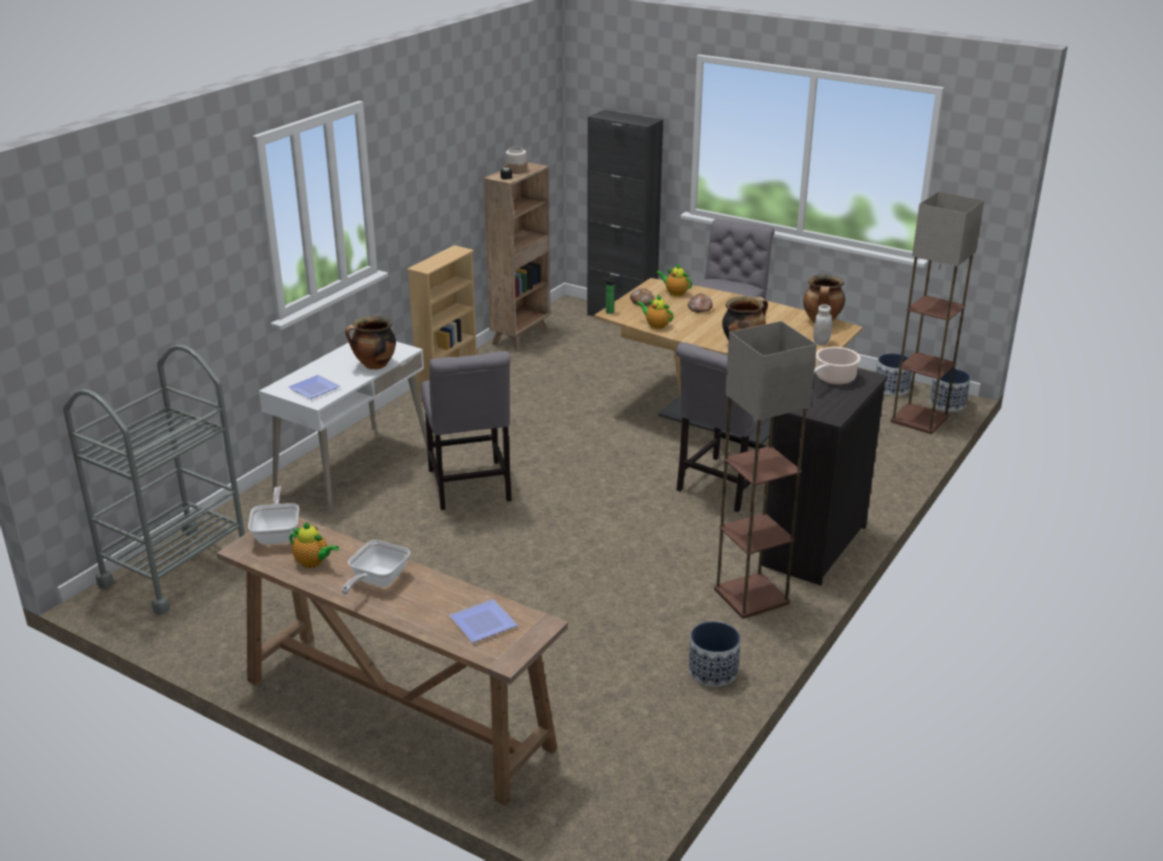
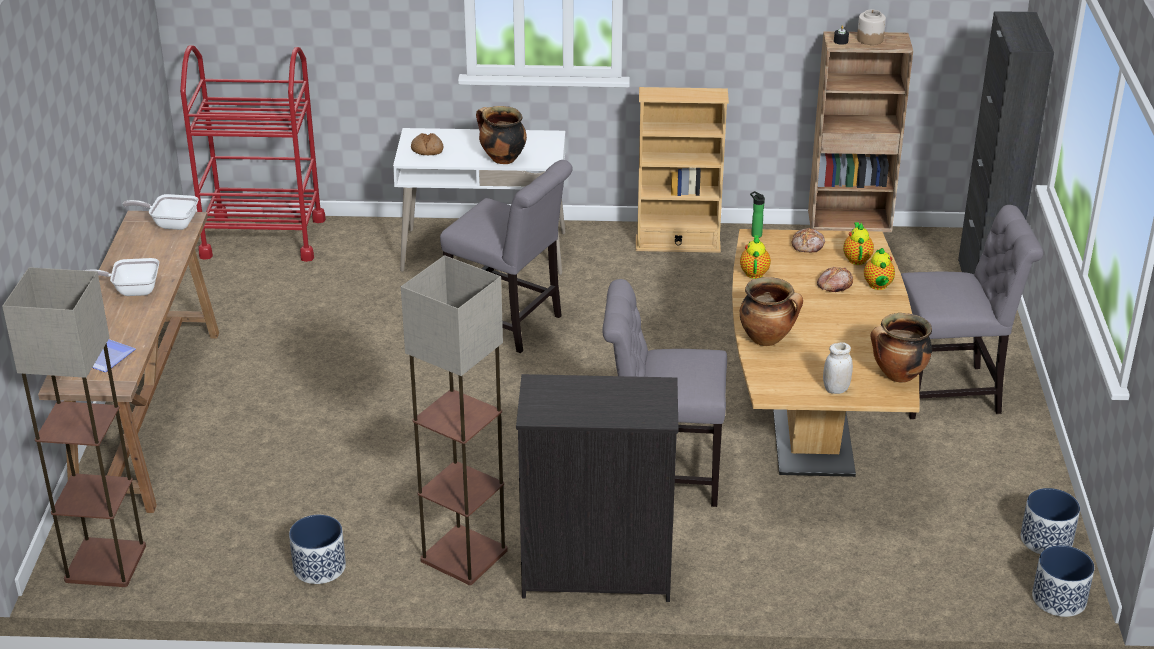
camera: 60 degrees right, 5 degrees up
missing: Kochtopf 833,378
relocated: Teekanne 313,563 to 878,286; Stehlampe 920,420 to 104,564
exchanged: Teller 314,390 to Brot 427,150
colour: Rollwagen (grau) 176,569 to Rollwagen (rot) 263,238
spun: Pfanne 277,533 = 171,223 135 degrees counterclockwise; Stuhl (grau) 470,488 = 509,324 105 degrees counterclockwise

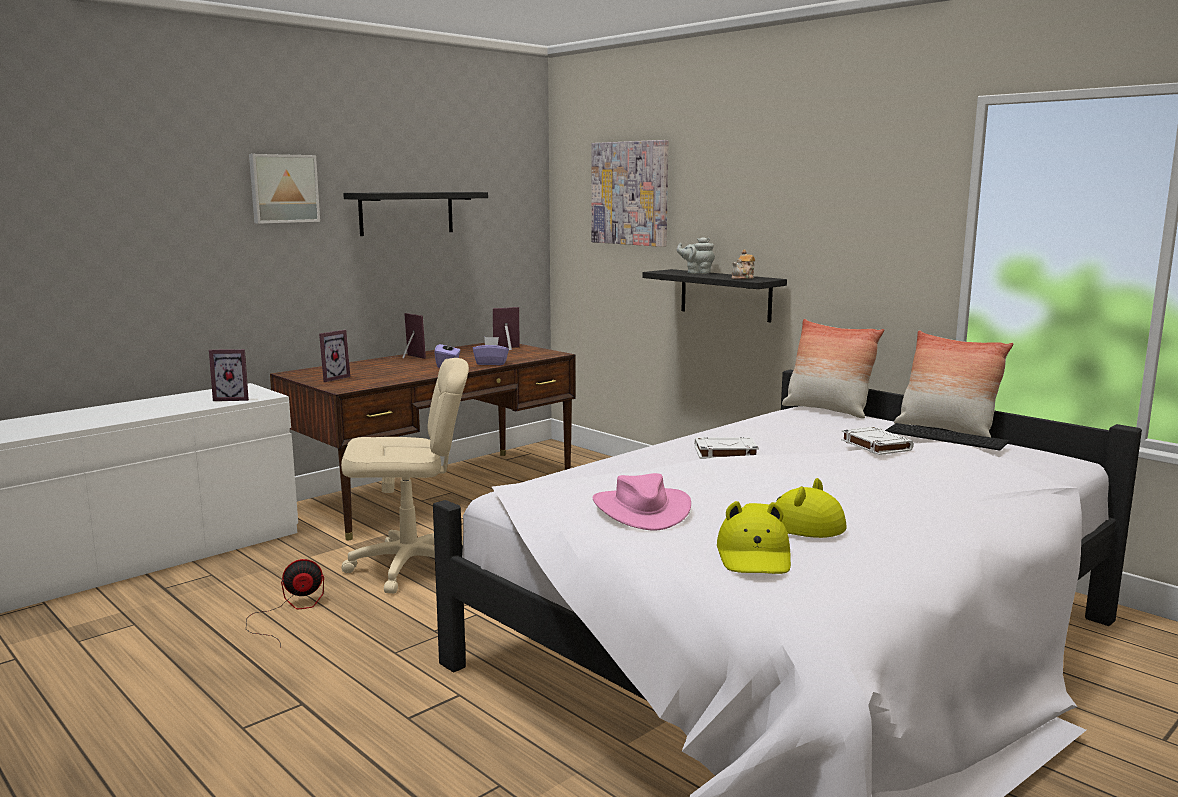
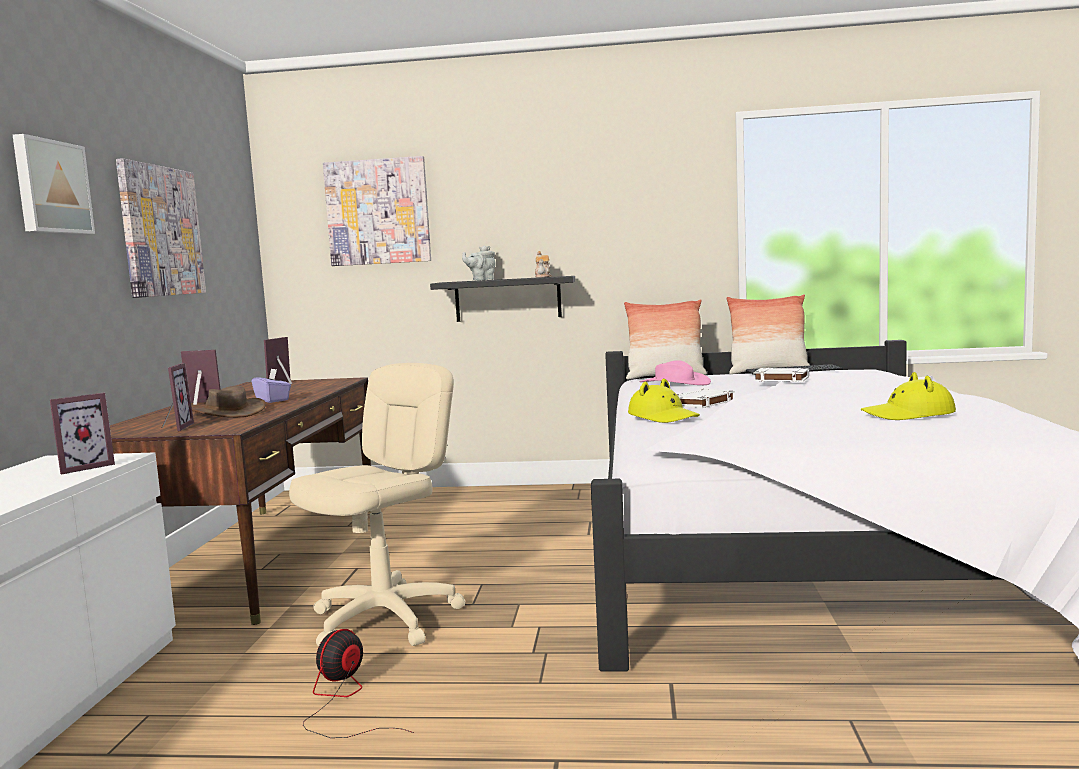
camera: 40 degrees left, 5 degrees down
missing: Taschentuchbox (lila) 491,363
appeared: Hut (braun) 226,413
relocated: Hut (rosa) 641,510 to 674,383; Hut (gelb) 755,556 to 663,417
exchanged: Wandregal (schwarz) 406,213 to Bild 160,231

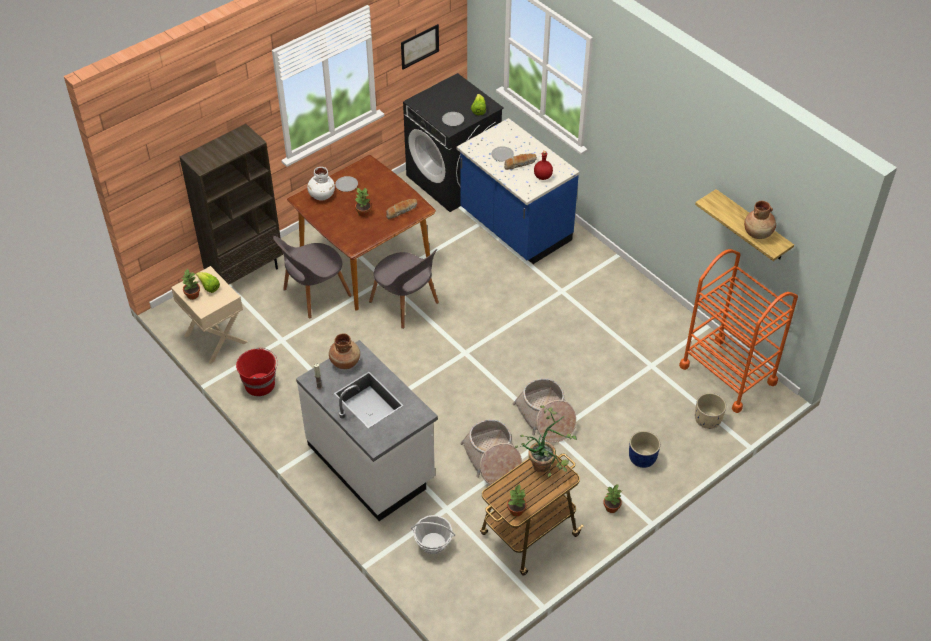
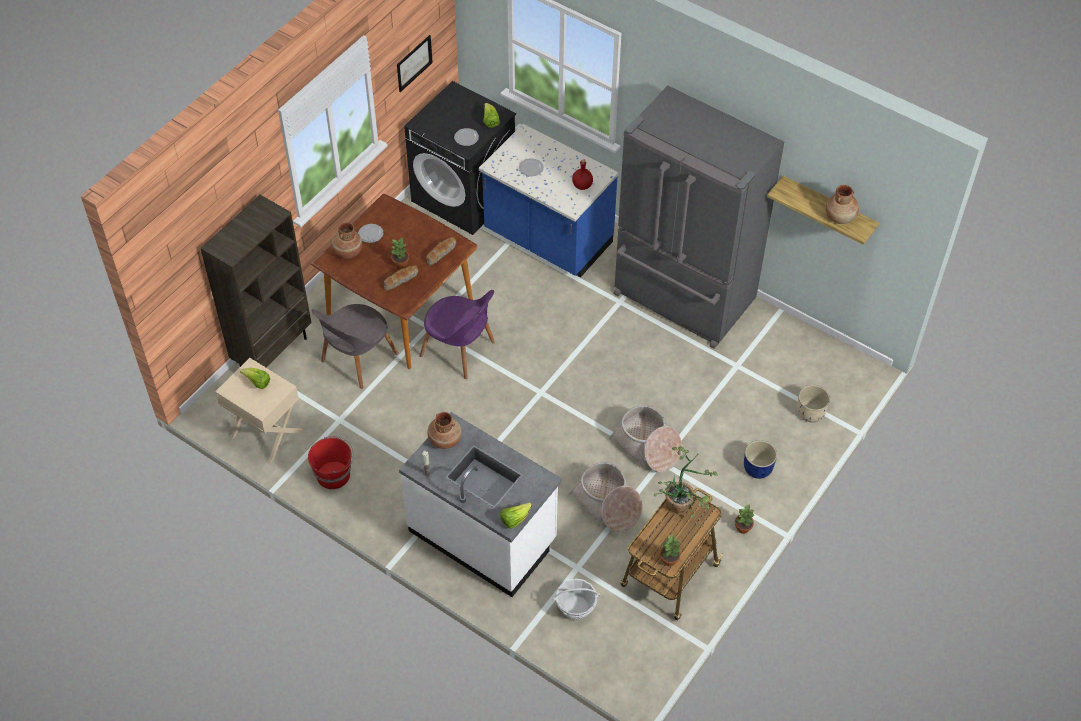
camera: 15 degrees left, 5 degrees up
missing: Topfpflanze 192,295; Rollwagen (orange) 728,374
appeared: Salatkopf 515,519; Kühlschrank (grau) 682,299
relocated: Brot 519,164 to 400,280
colour: Vase (weiß) 321,195 to Vase (braun) 347,252; Stuhl (grau) 405,304 to Stuhl (lila) 460,351

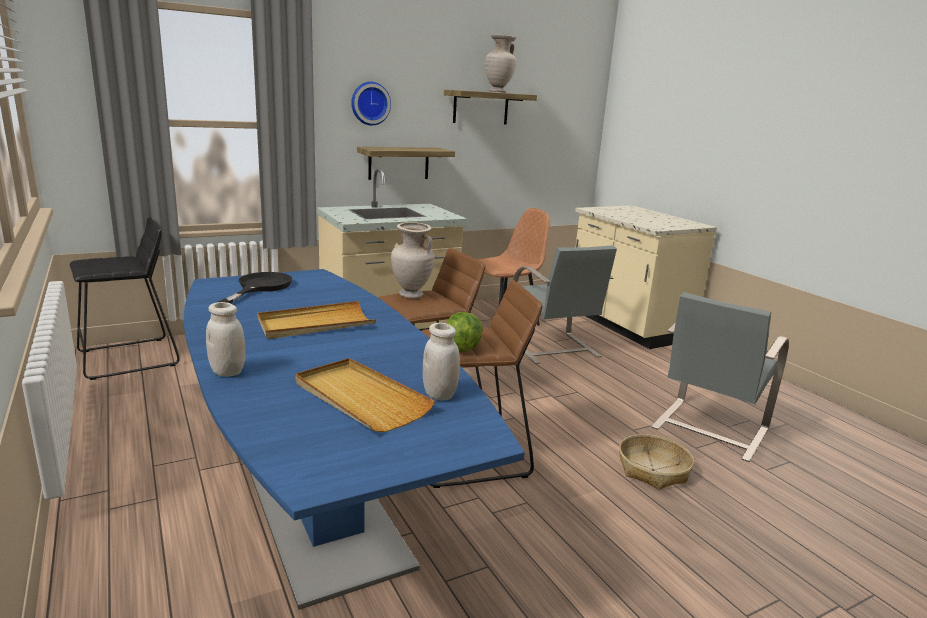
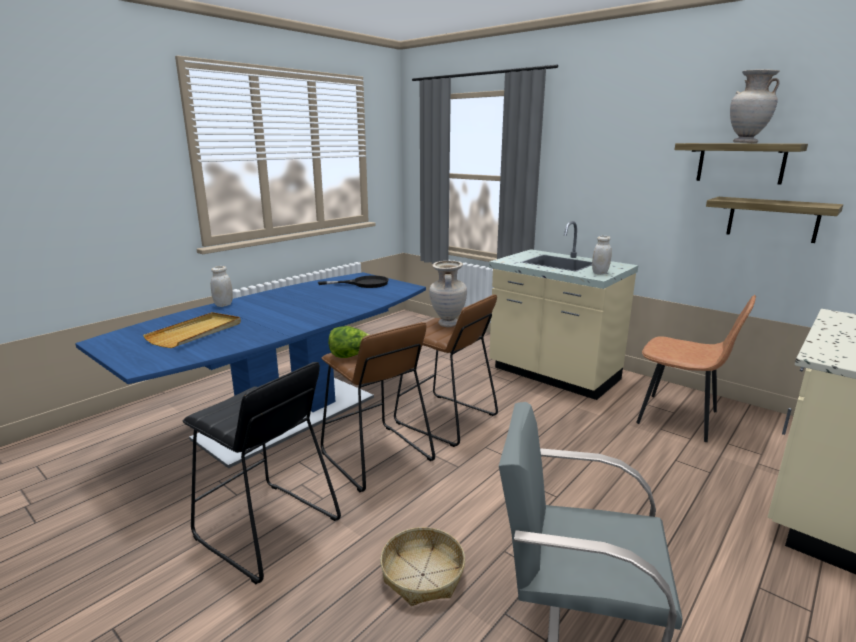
camera: 70 degrees right, 0 degrees up
missing: Tablett (beige) 315,324; Wanduhr 370,103; Stuhl (grau) 554,349
relocated: Hocker (schwarz) 129,358 to 266,529; Wandregal 398,163 to 772,219; Vorratsglas (weiß) 439,394 to 600,273

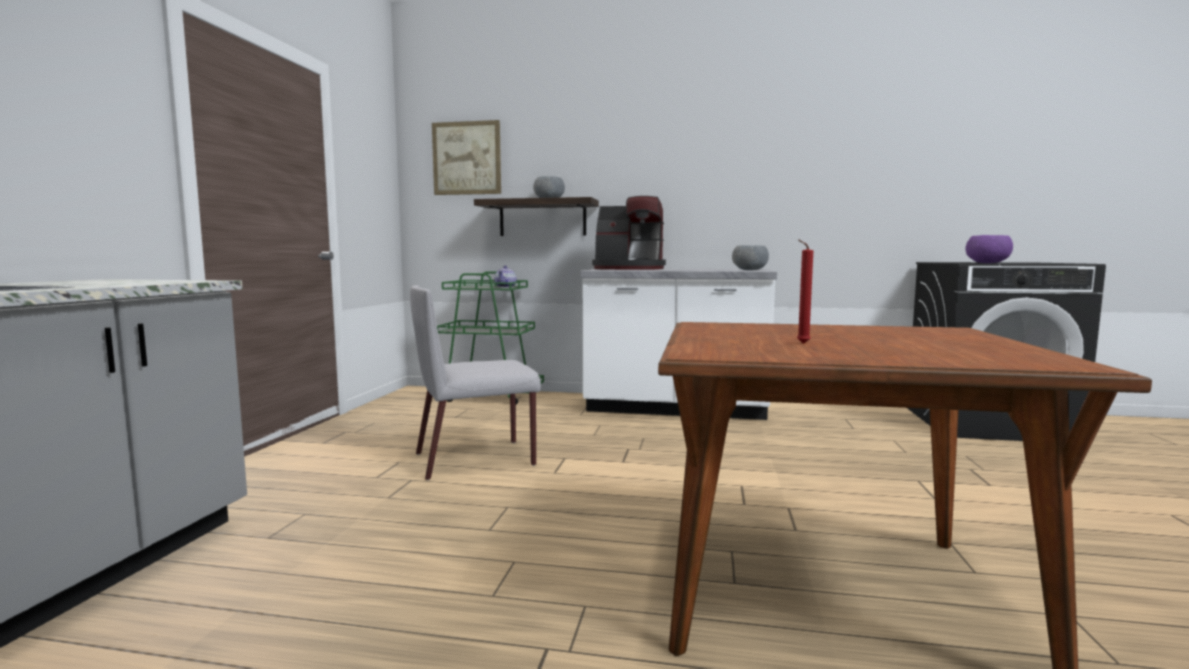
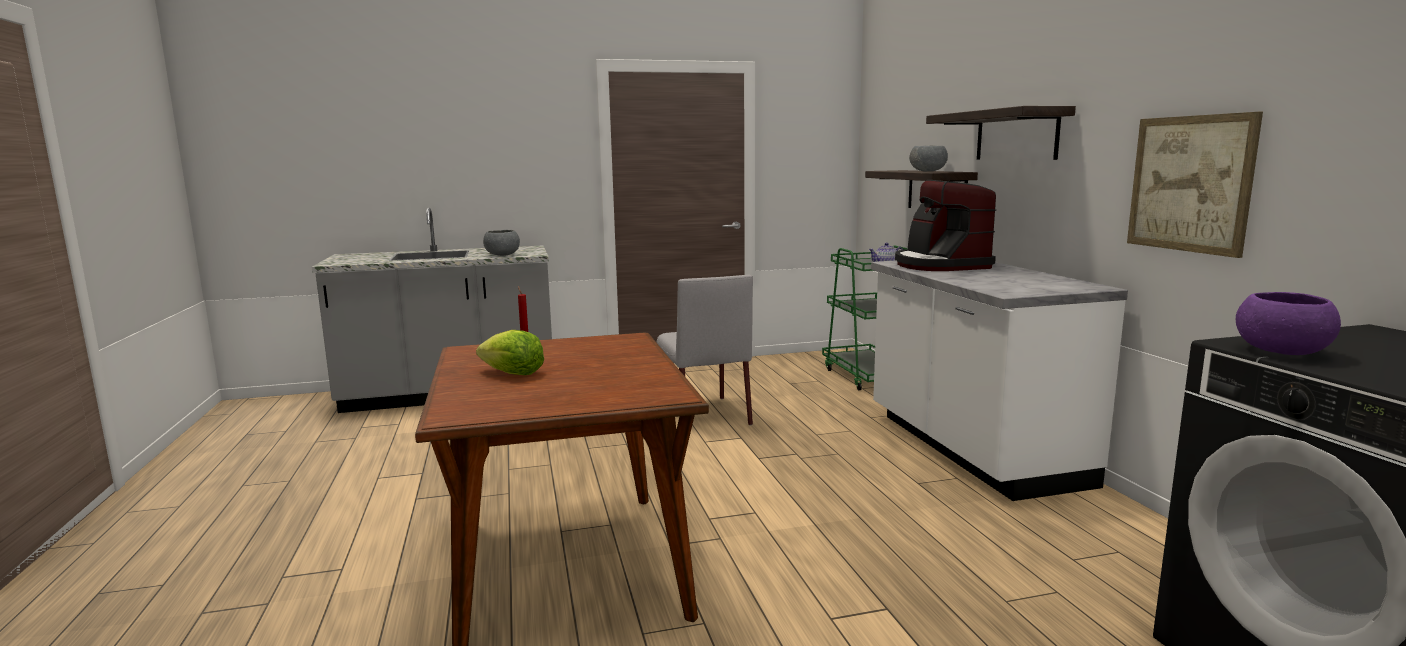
camera: 65 degrees right, 5 degrees up
appeared: Salatkopf 512,374; Wandregal 1016,135
relocated: Bild 466,158 to 1190,183; Schüssel (grau) 750,270 to 502,255
spun: Stuhl (grau) 477,459 = 704,414 150 degrees counterclockwise

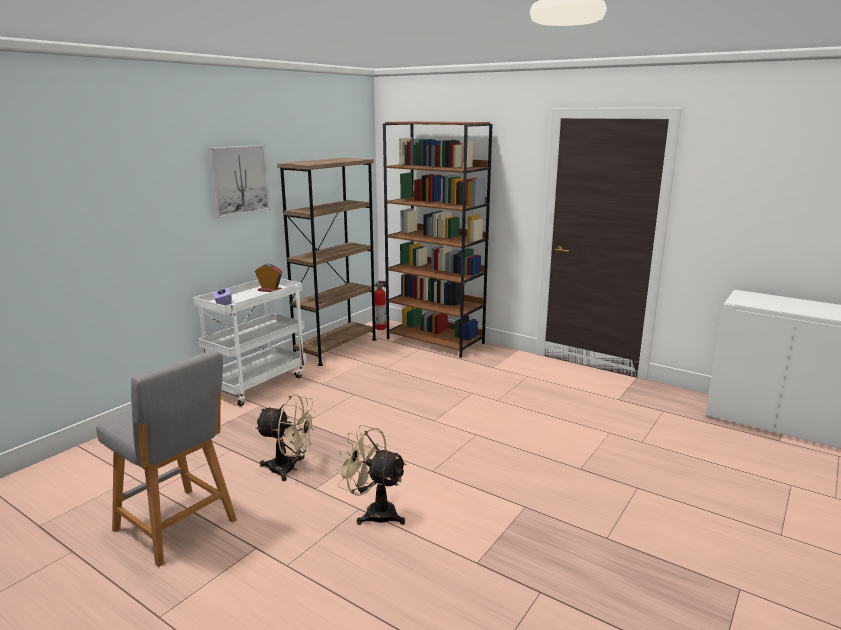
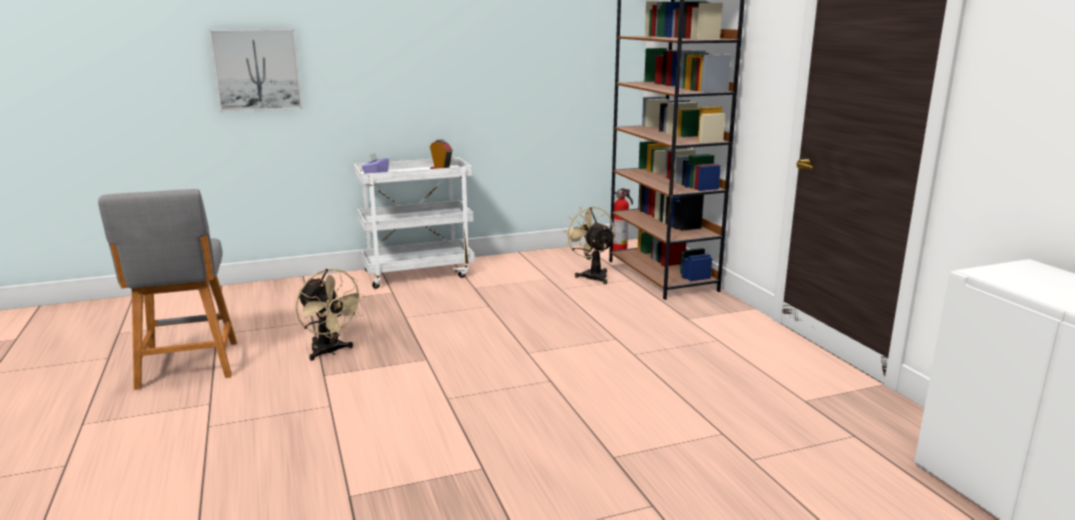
camera: 35 degrees right, 0 degrees up
missing: Bücherregal (braun) 336,348
relocated: Bild 239,180 to 257,70; Ventilator (beige) 374,512 to 592,275

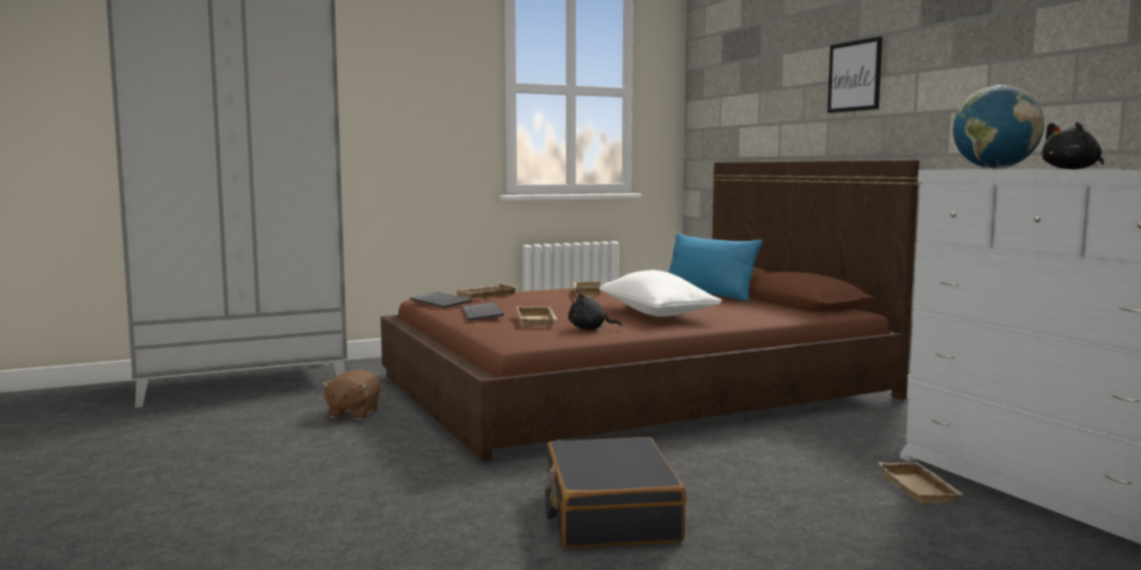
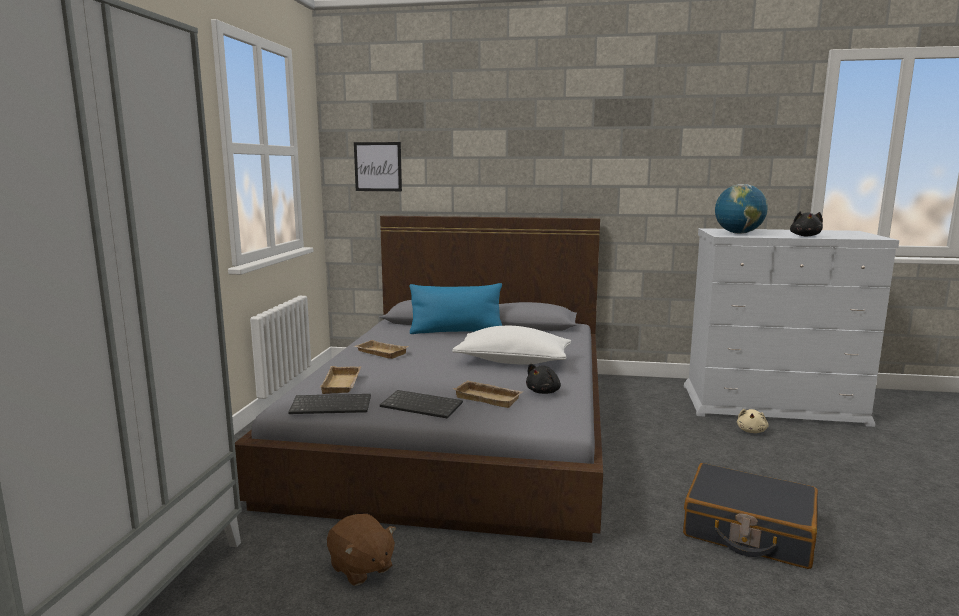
camera: 55 degrees left, 5 degrees up
relocated: Bild 854,76 to 378,166
exchanged: Tablett (beige) 921,489 to Plüschtier (beige) 751,431
colour: Bett (braun) 632,386 to Bett (grau) 460,425

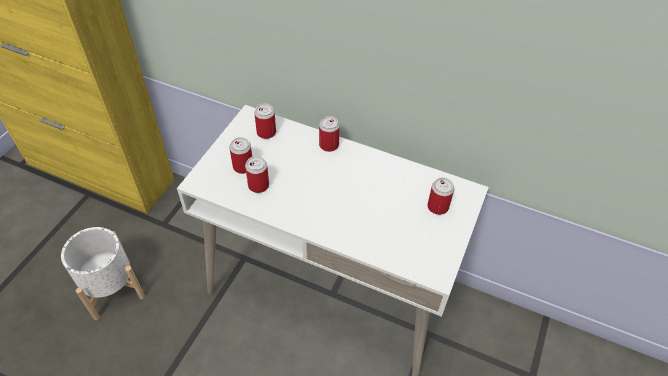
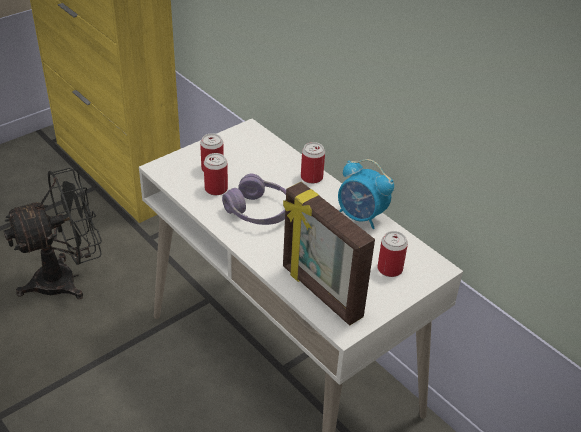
camera: 25 degrees right, 10 degrees down
missing: Dose 266,132
appeared: Kopfhörer (lila) 259,211; Bilderrahmen 320,292; Wecker 361,217
exchanged: Pflanzkübel (weiß) 112,289 to Ventilator (schwarz) 66,279

